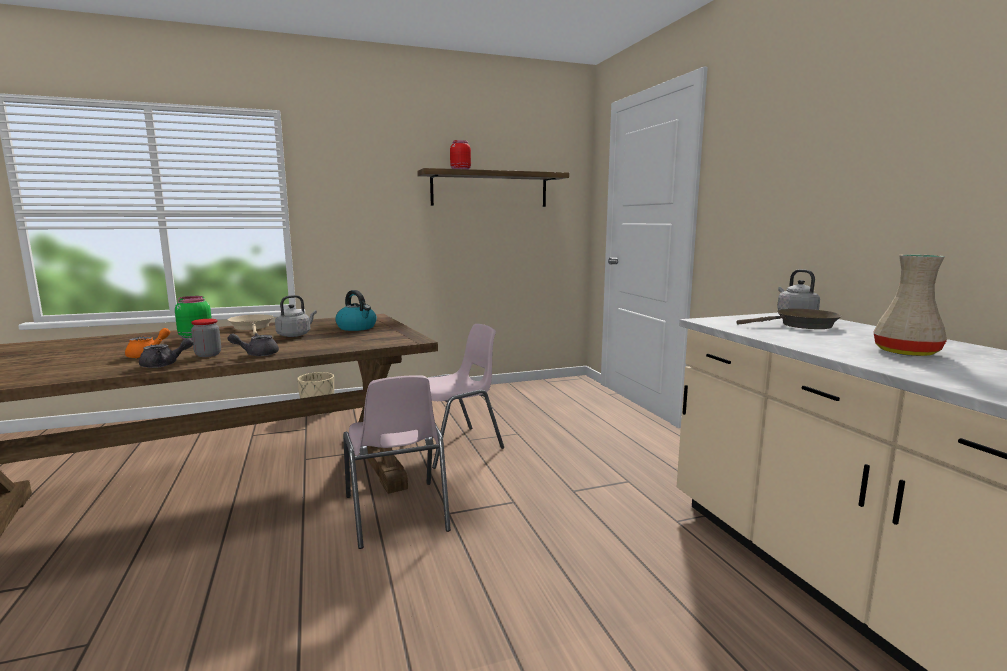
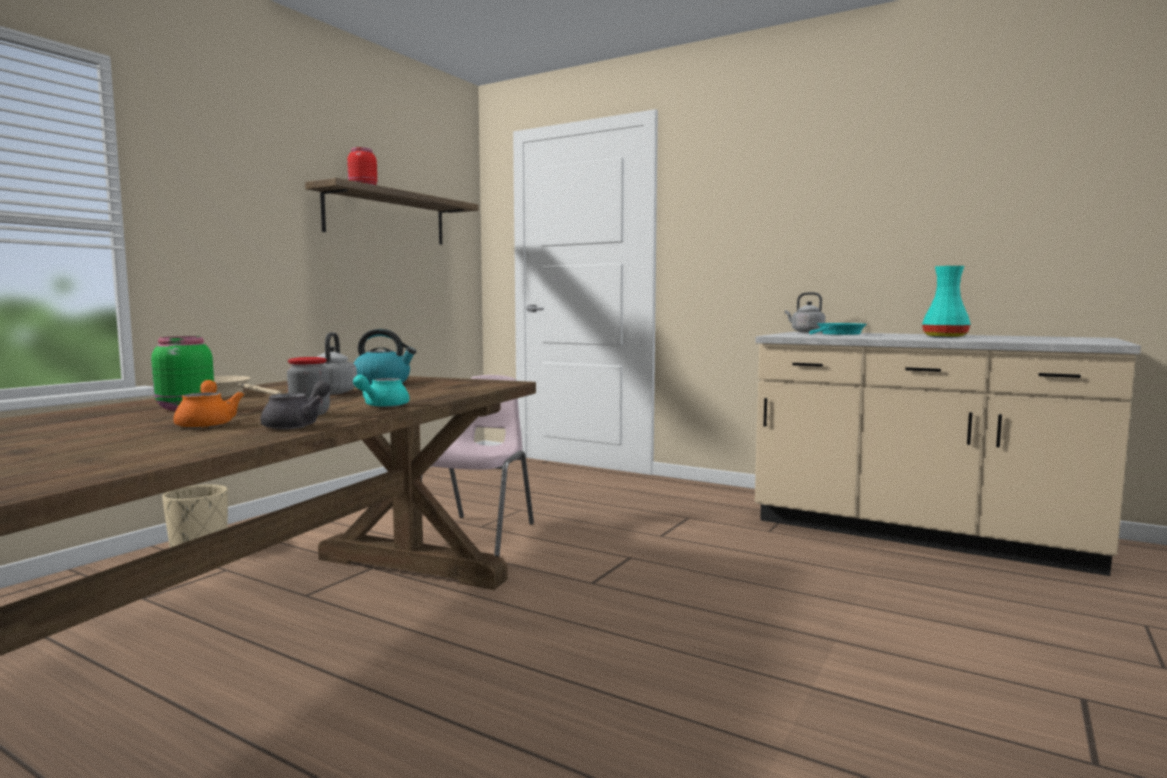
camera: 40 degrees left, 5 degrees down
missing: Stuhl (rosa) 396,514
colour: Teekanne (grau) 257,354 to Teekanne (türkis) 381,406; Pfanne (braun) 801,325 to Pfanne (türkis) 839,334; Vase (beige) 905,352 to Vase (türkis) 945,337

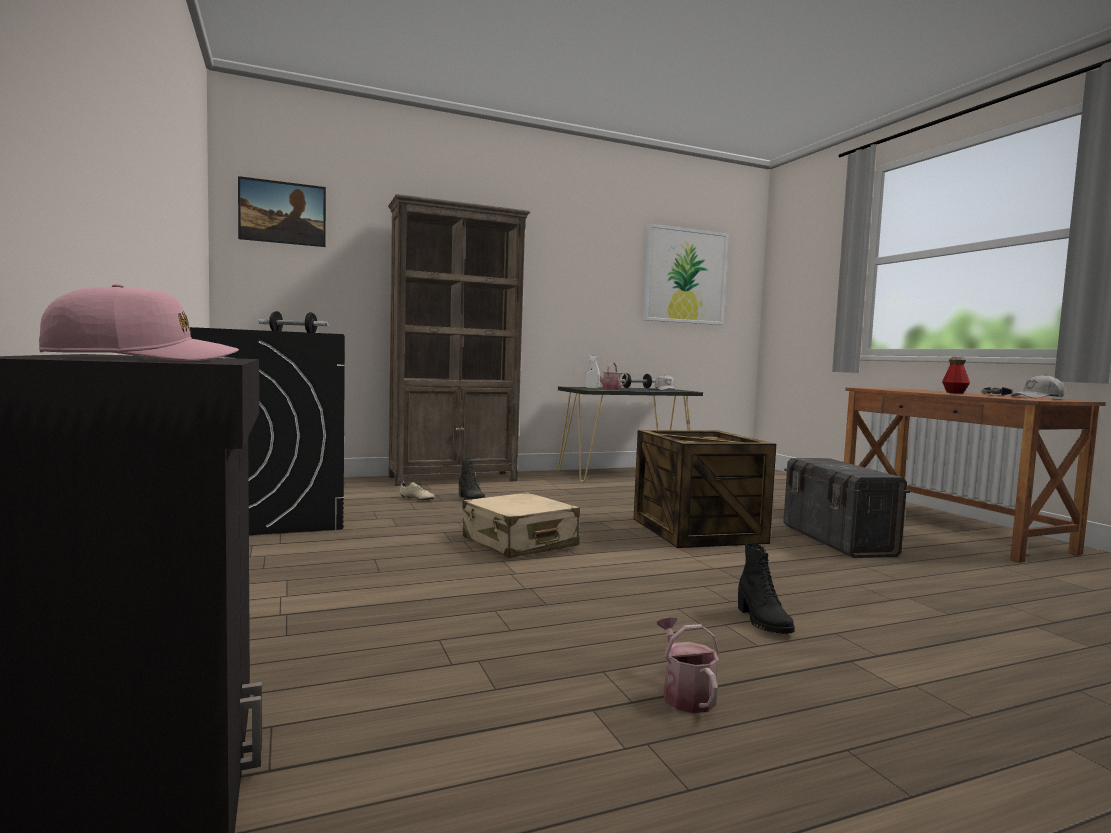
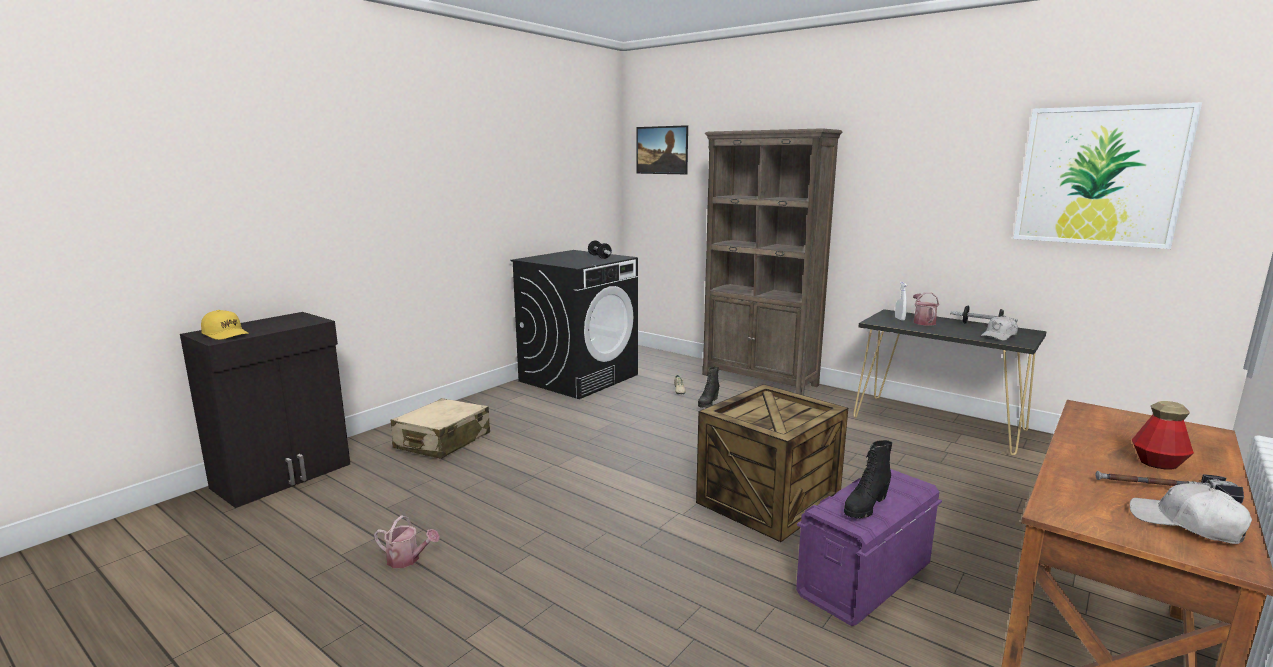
camera: 60 degrees right, 10 degrees up
relocated: Koffer (beige) 519,542 to 442,441; Stiefel (schwarz) 762,622 to 865,506
colour: Kappe (rosa) 143,359 to Kappe (gelb) 225,334; Aufbewahrungsbox (grau) 837,540 to Aufbewahrungsbox (lila) 863,580
spun: Gießkanne 685,694 = 407,559 60 degrees clockwise

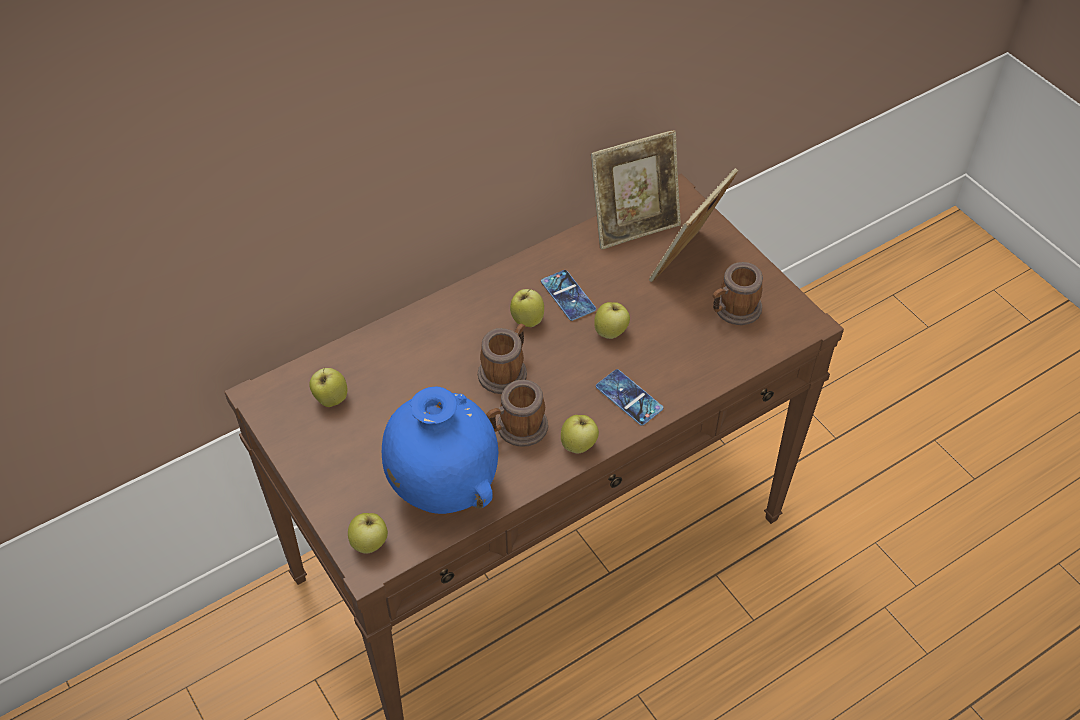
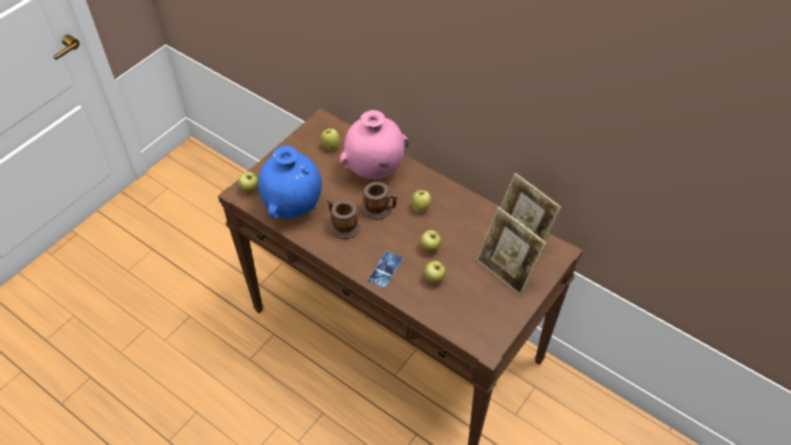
camera: 70 degrees right, 0 degrees up
missing: Handy 568,295; Henkelbecher 733,310
appeared: Vase (rosa) 374,170
relocated: Apfel 579,445 to 434,279
spun: Bilderrahmen 687,262 = 506,272 150 degrees counterclockwise

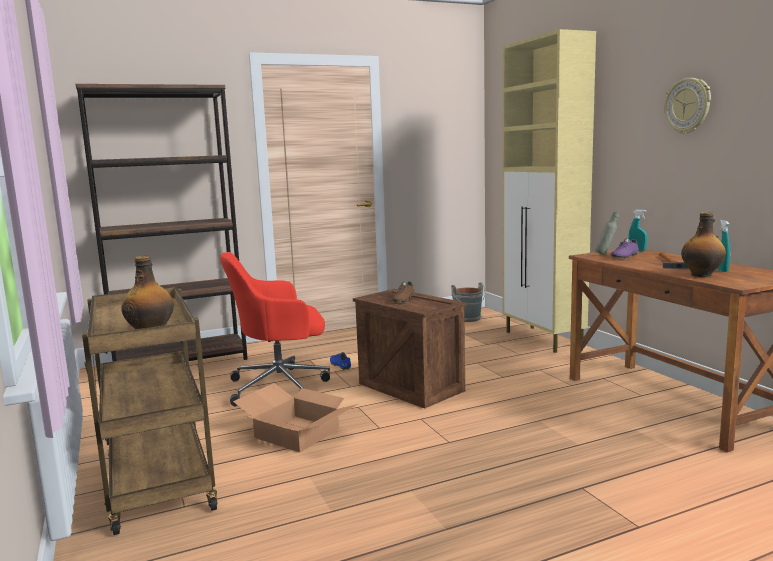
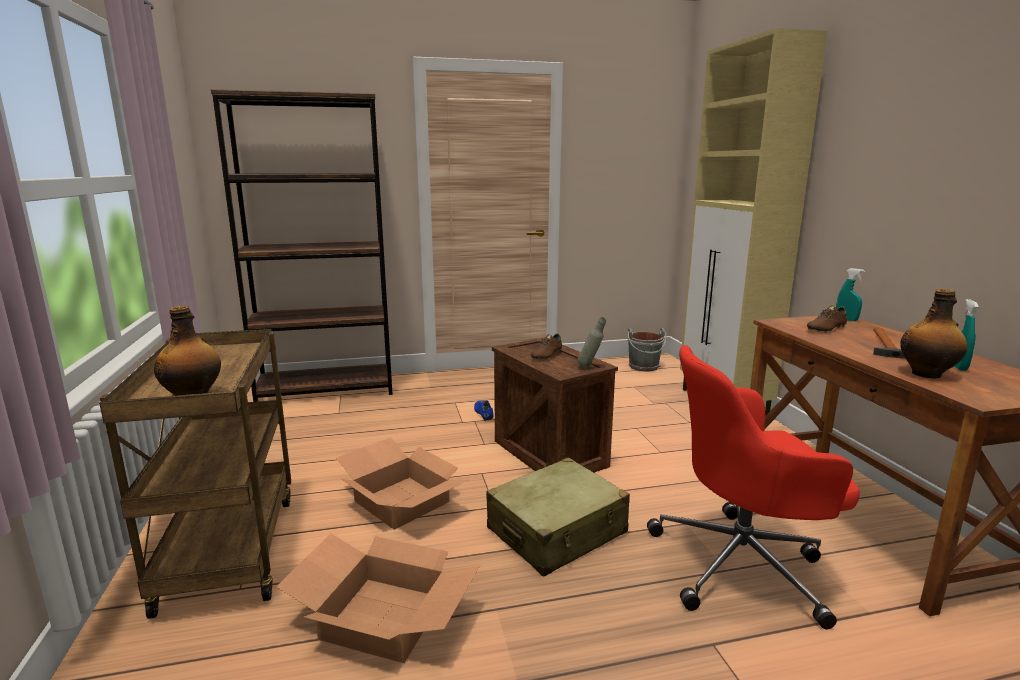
camera: 10 degrees right, 5 degrees up
missing: Wanduhr 688,106
appeared: Karton 381,618; Koffer (beige) 557,531
relocated: Bürostuhl (rot) 281,386 to 742,564; Flasche (grau) 606,254 to 590,367
colour: Schuh (lila) 624,256 to Schuh (braun) 826,329

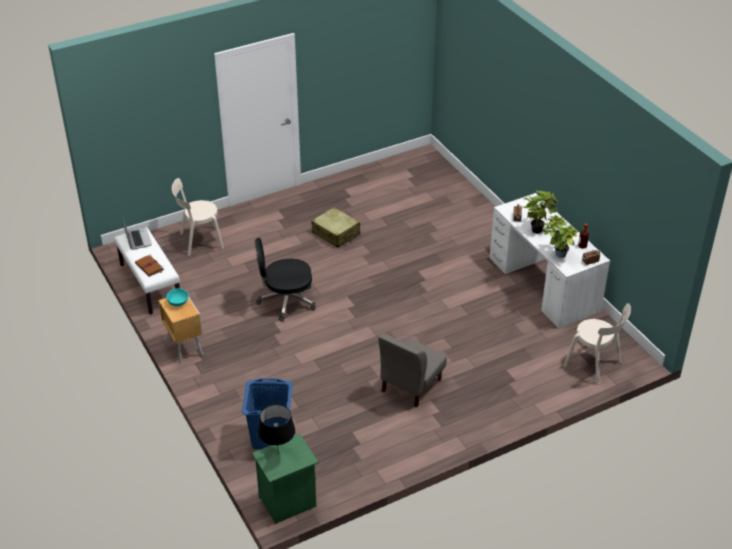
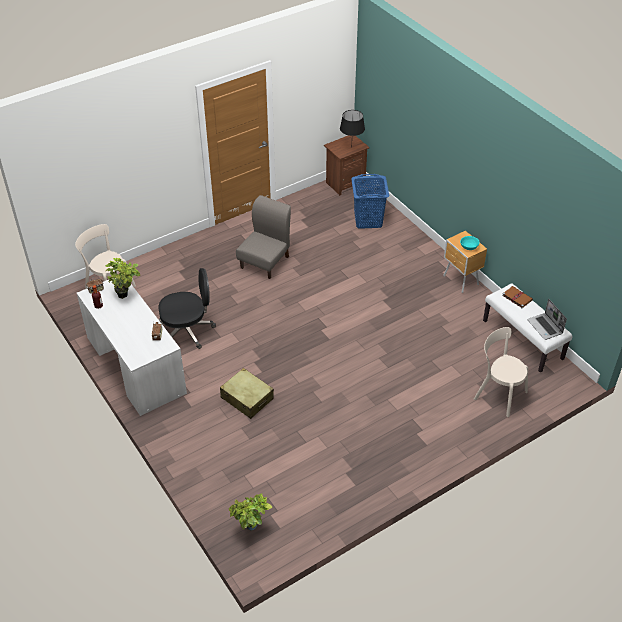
camera: 175 degrees right, 5 degrees up
relocated: Bürostuhl (schwarz) 286,301 to 187,330; Koffer (beige) 336,233 to 247,398; Topfpflanze 537,229 to 250,528
colour: Nachttisch (grün) 288,503 to Nachttisch (braun) 345,183
spun: Stuhl (beige) 199,241 = 498,394 120 degrees counterclockwise

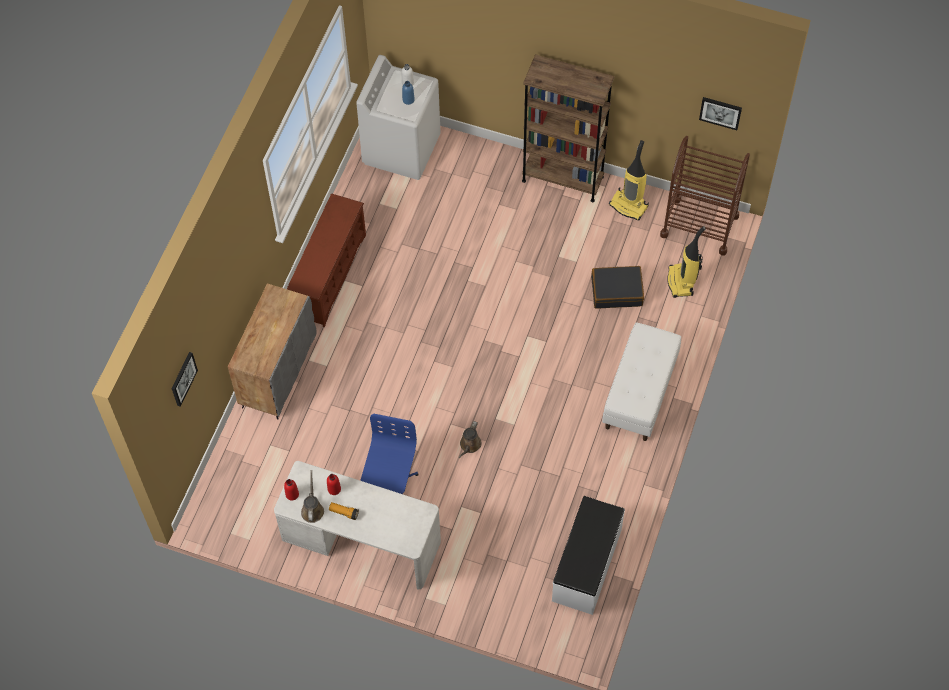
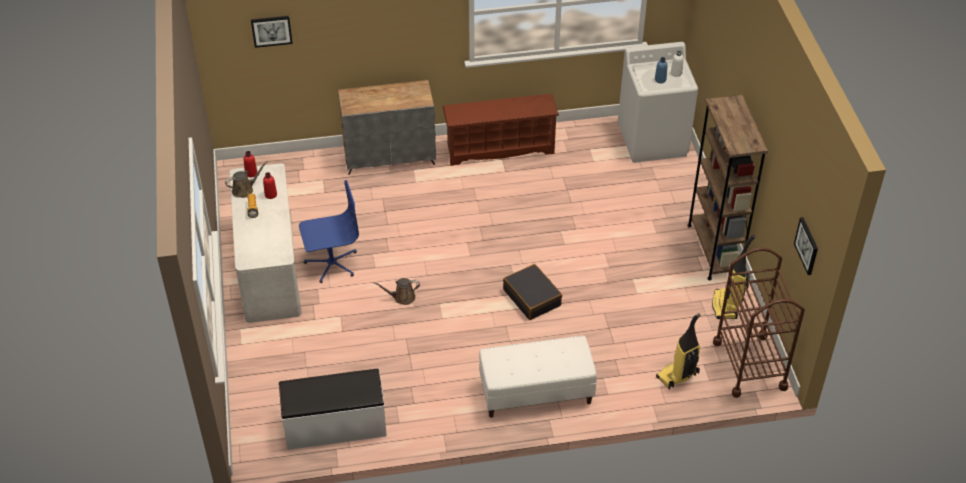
camera: 60 degrees right, 15 degrees down
relocated: Koffer (schwarz) 617,291 to 532,297

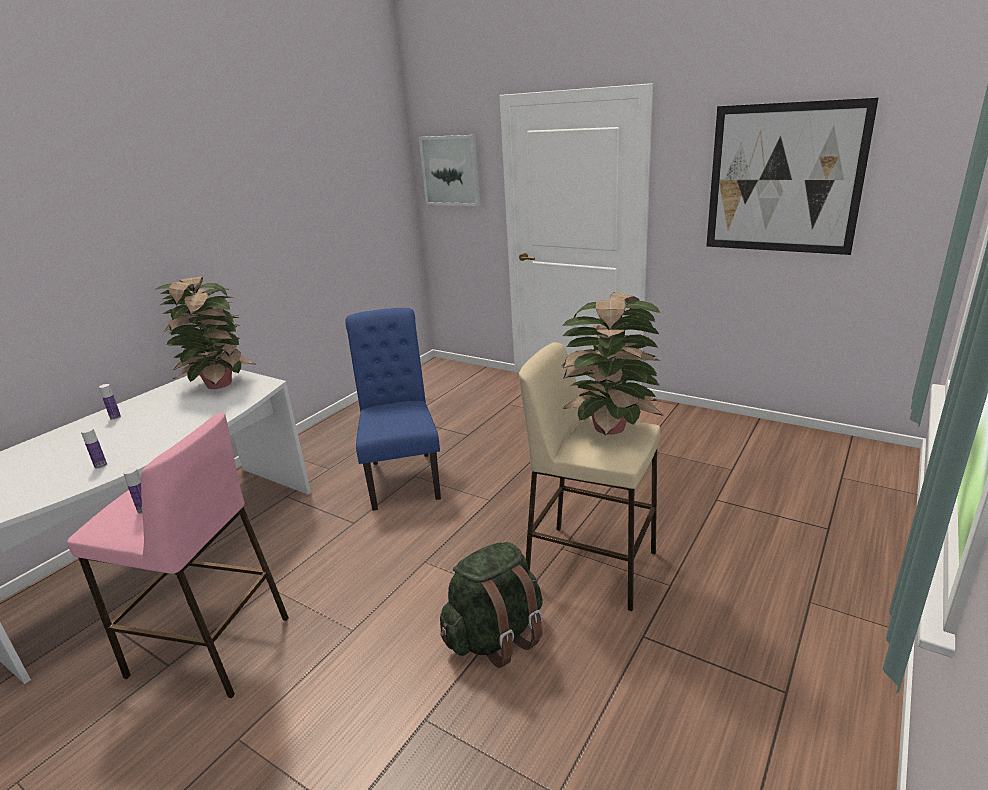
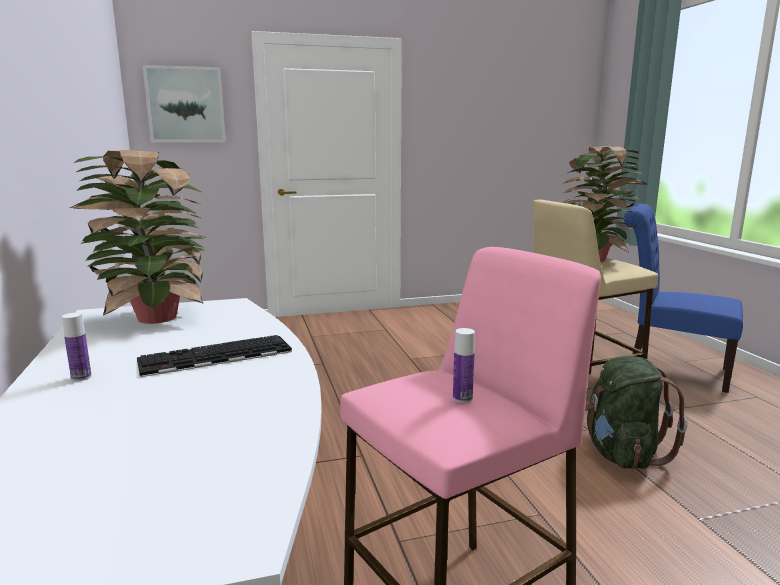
camera: 50 degrees left, 10 degrees down
missing: Flasche 100,465; Bild 783,179
appeared: Tastatur 214,357
relocated: Stuhl (blau) 403,476 to 669,369

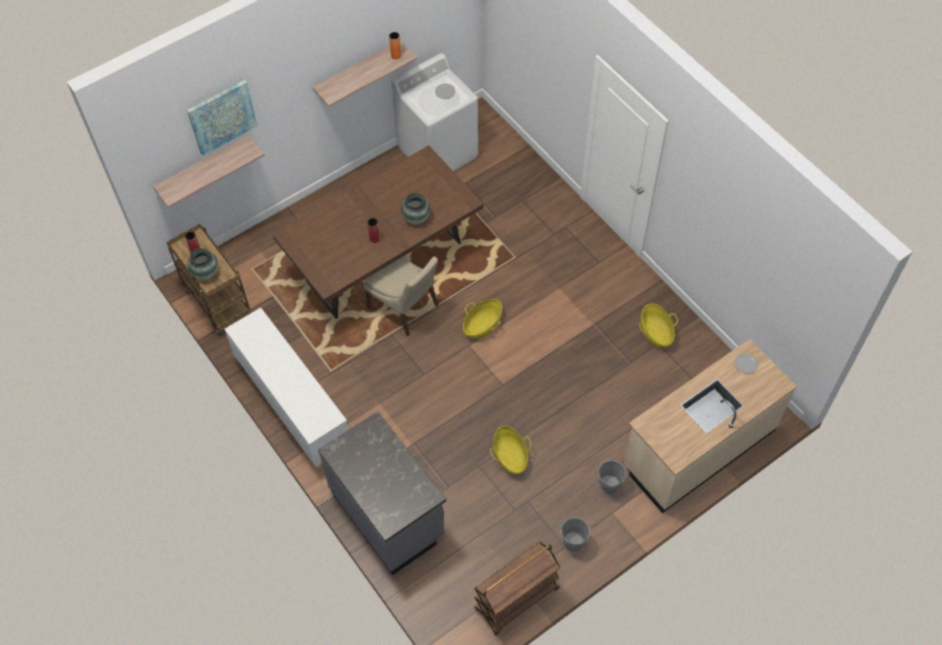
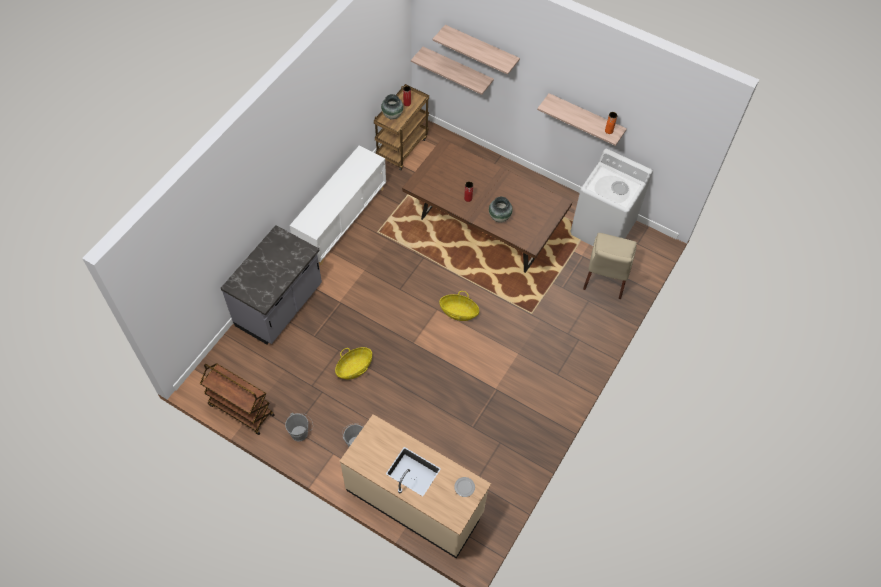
camera: 65 degrees right, 0 degrees up
missing: Korb 656,332
relocated: Stuhl (beige) 405,308 to 605,278
exchanged: Bild 222,116 to Wandregal 481,48

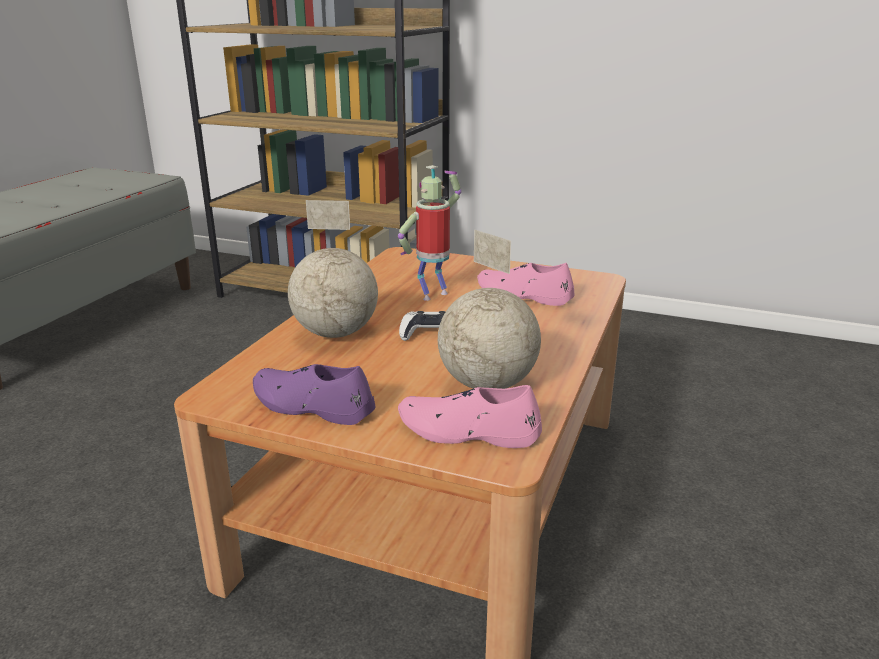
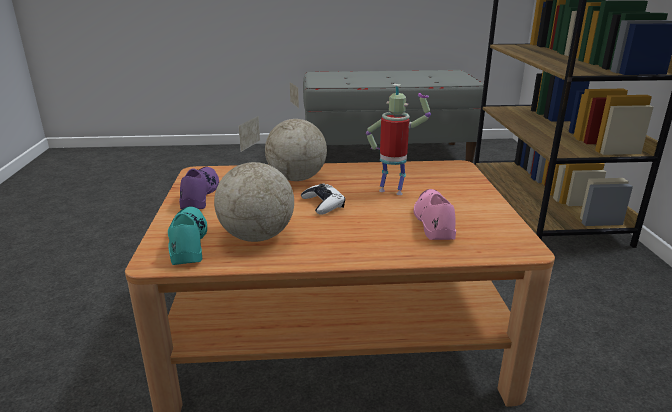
camera: 65 degrees right, 0 degrees up
colour: Schuh (rosa) 468,431 to Schuh (türkis) 187,242

